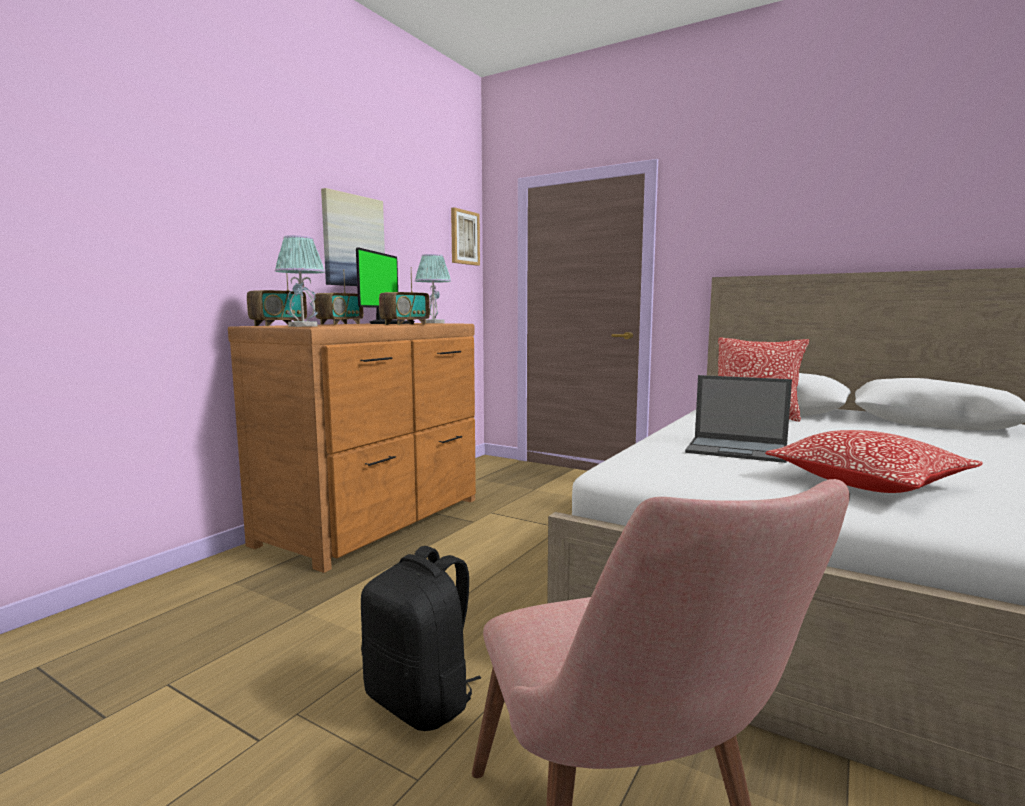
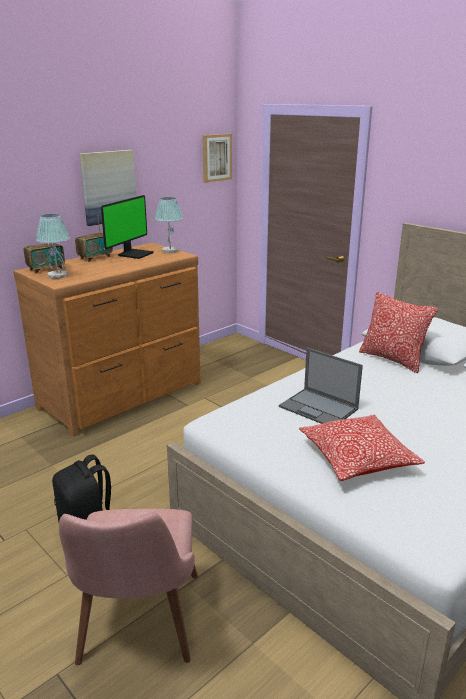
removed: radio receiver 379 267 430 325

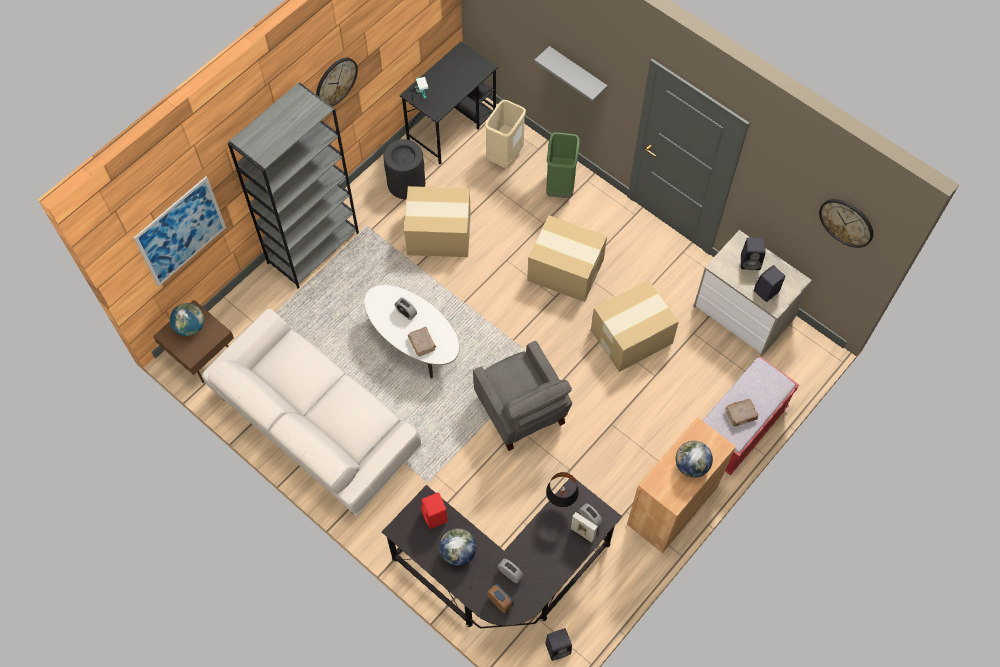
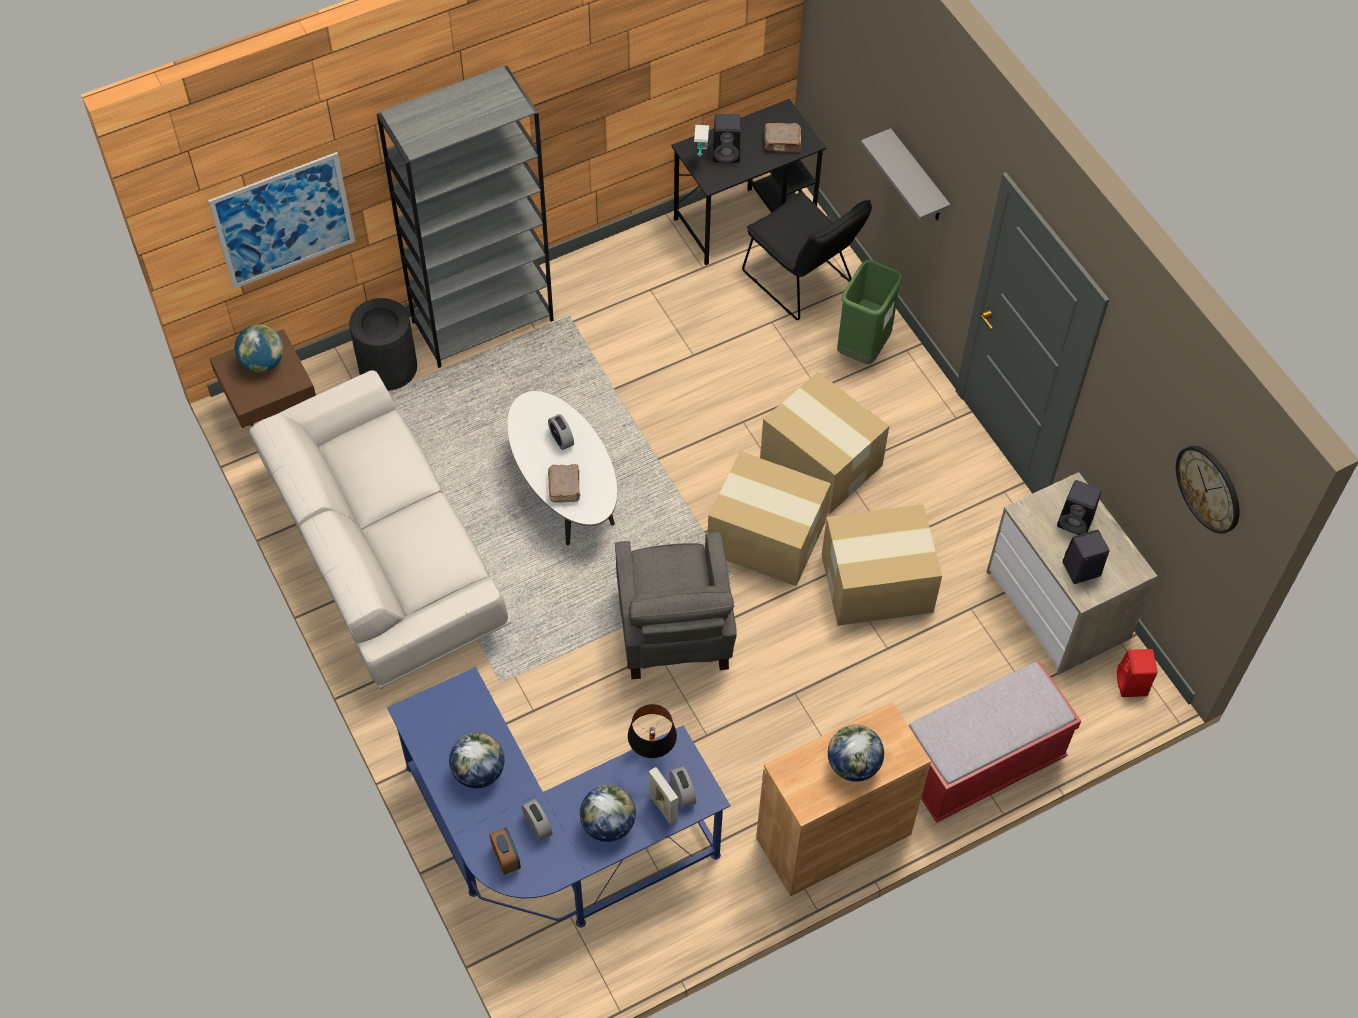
removed: clock on the wall 316 58 358 106
added: desk globe 580 785 636 842
moved: black-coloured trash can 384 139 425 199 to 349 298 417 391; carton 404 186 471 257 to 708 451 831 586; brownish bound book 726 399 759 427 to 765 123 801 152; red speaker 421 492 448 529 to 1117 649 1157 697; black-coloured speaker 545 628 572 661 to 713 114 740 163
replaced: sand-coloured trash can 485 100 526 168 to black-coloured plain chair 742 192 872 320
recoloured: black-coloured desk 382 478 622 628 to bluish desk 387 667 731 928

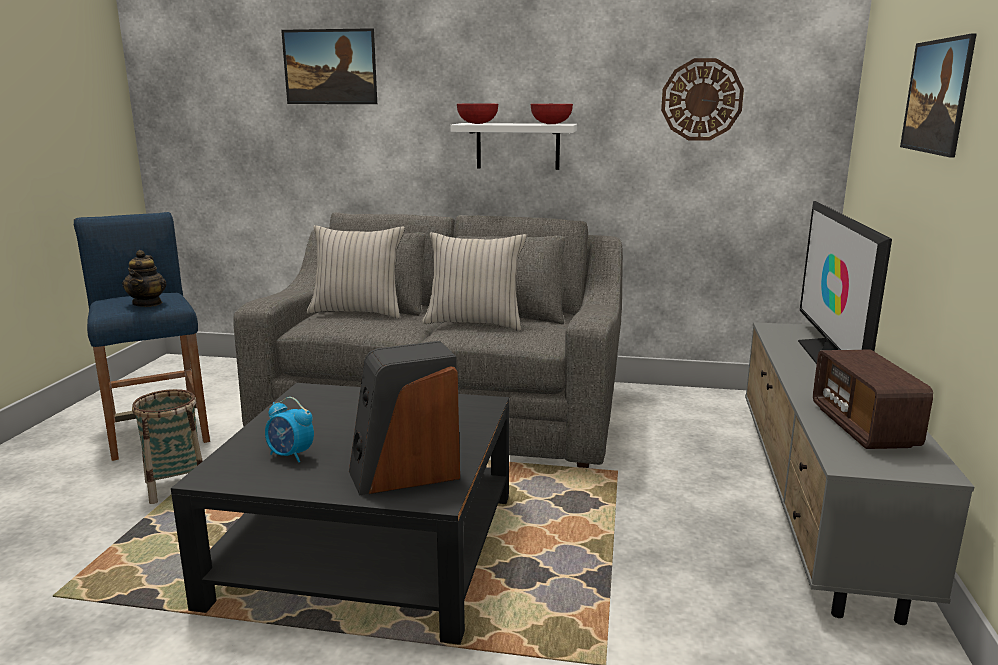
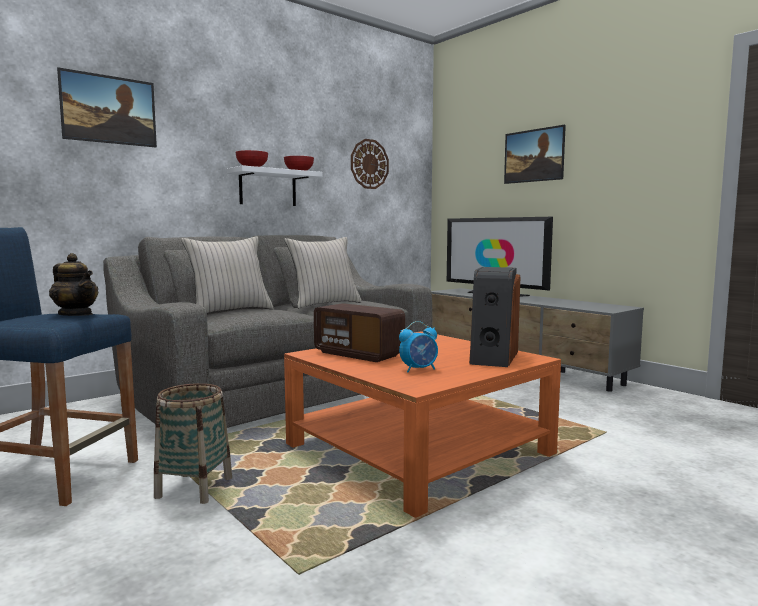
moved: radio receiver 813 350 933 449 to 314 303 405 362
recoloured: black-coloured coffee table 171 383 509 645 to orangey coffee table 284 331 561 518

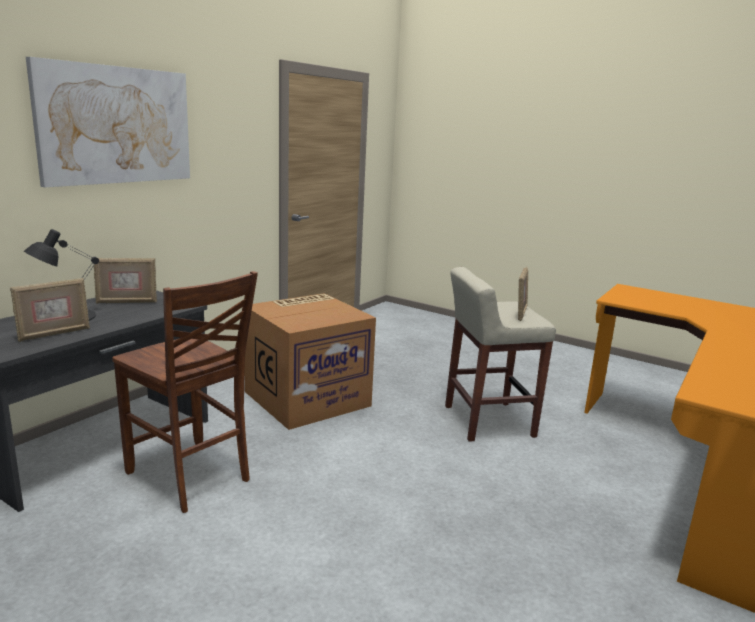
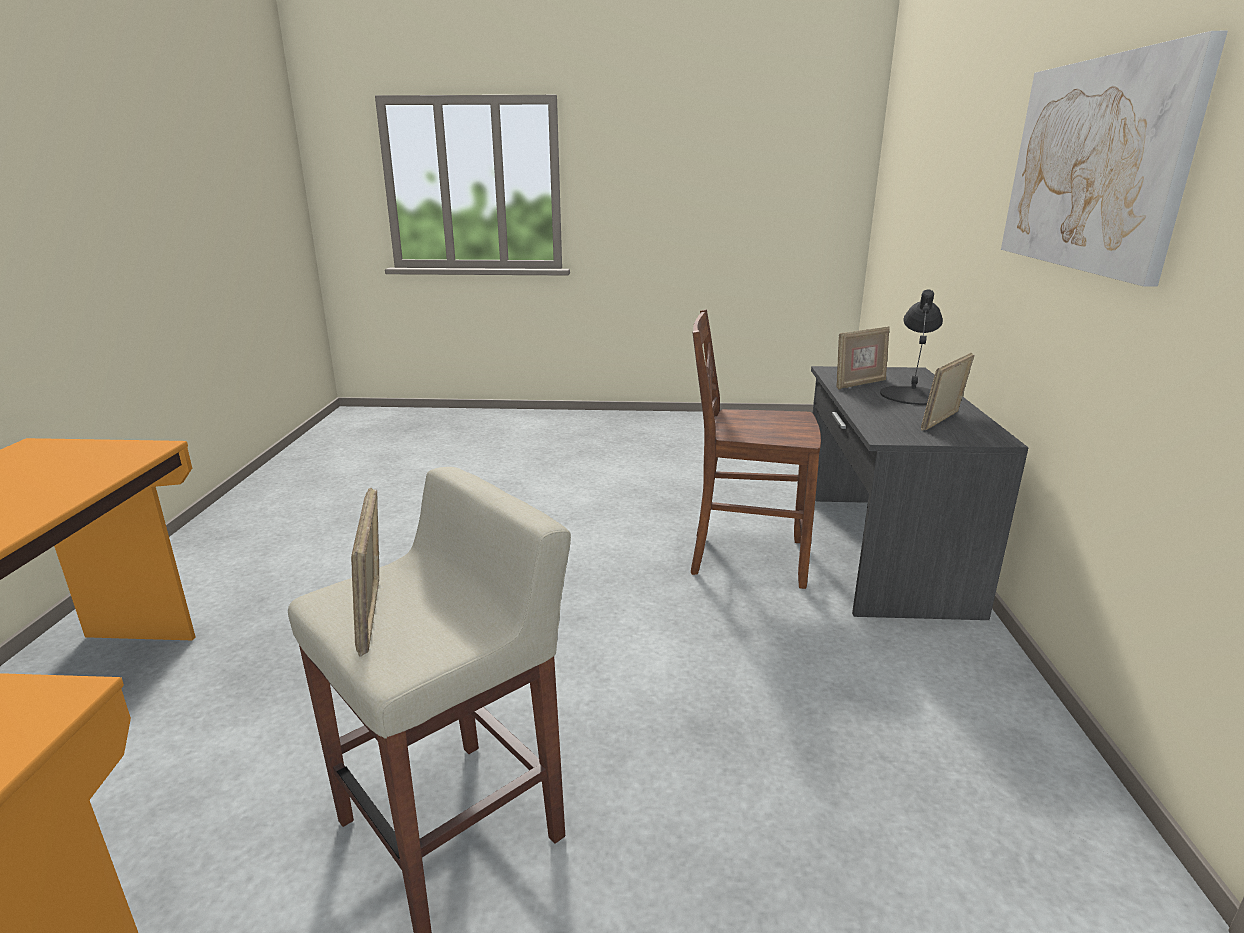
removed: carton 245 293 376 430
turned: photo frame 10 278 90 342 = 836 326 890 390 135 degrees counterclockwise

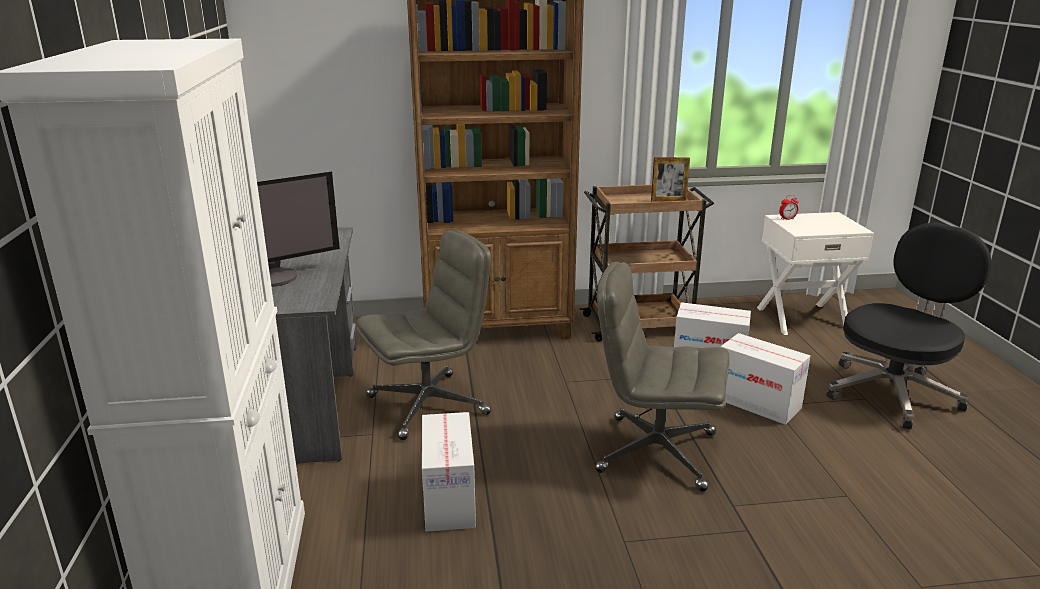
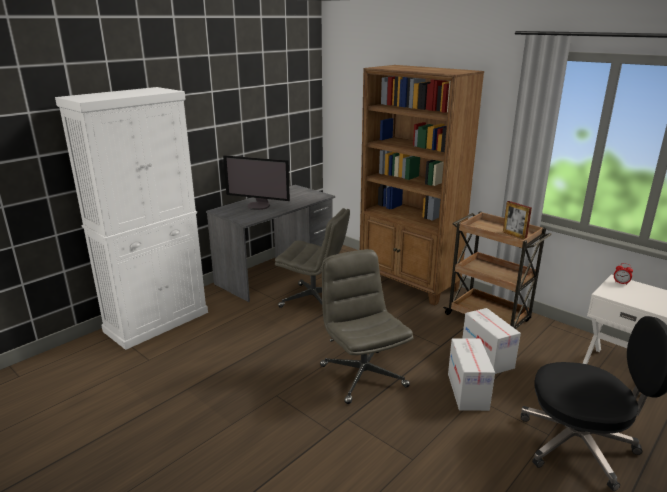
removed: carton 422 412 476 532

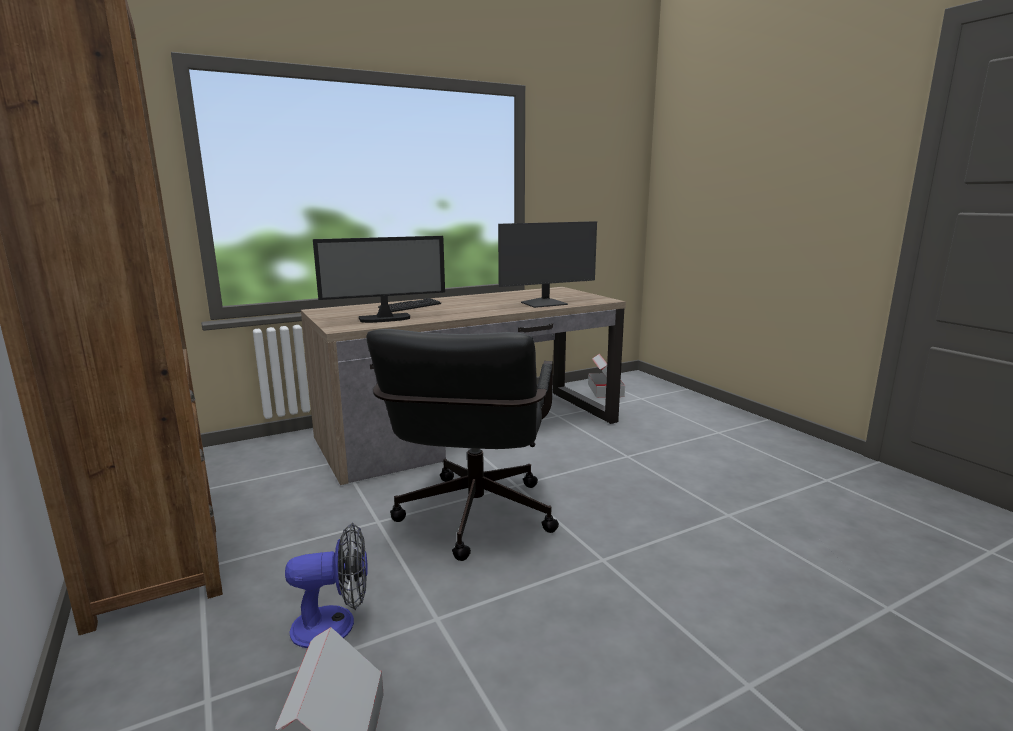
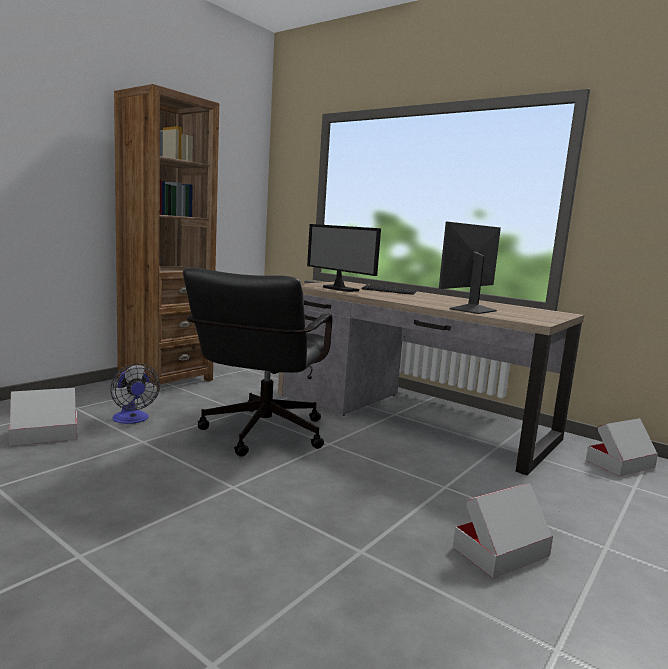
added: carton 453 483 553 578
turned: monitor 498 221 597 308 = 439 222 501 314 90 degrees clockwise; black-coloured desk chair 366 329 559 561 = 183 268 332 457 60 degrees counterclockwise

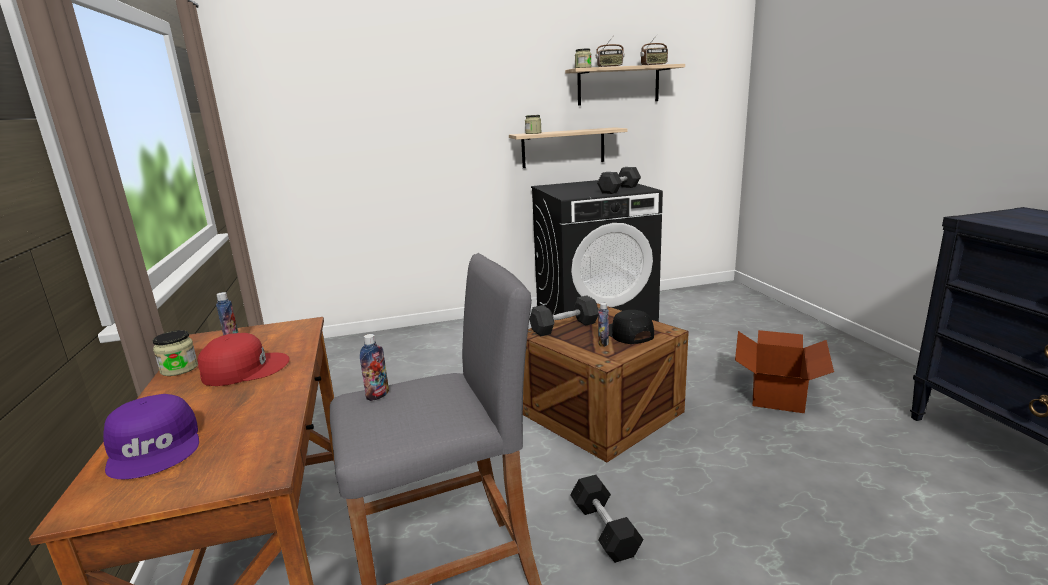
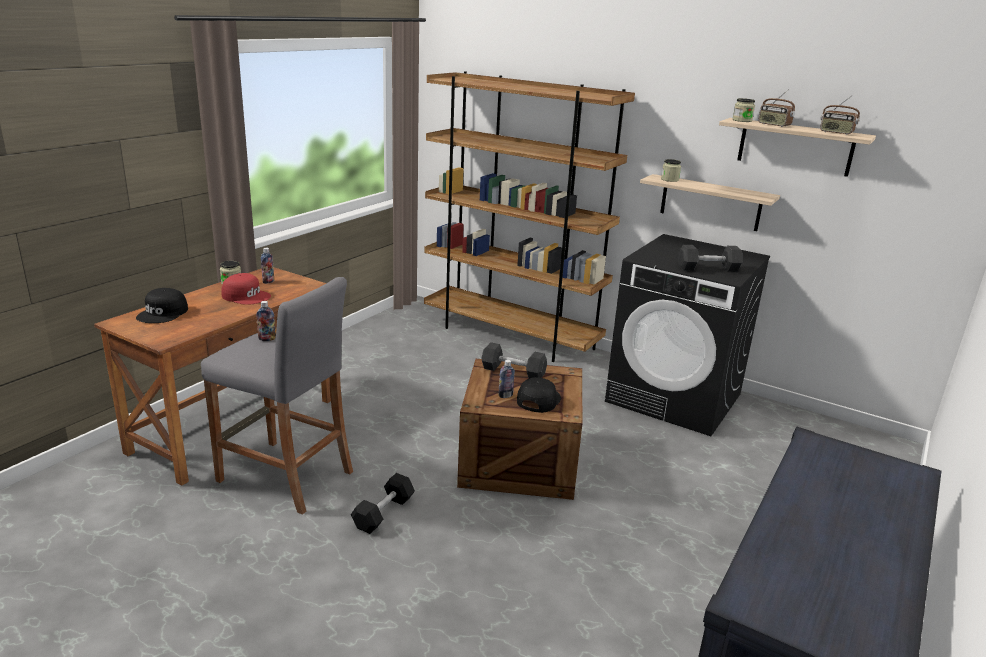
removed: carton 735 330 834 413
added: brownish shelving unit 424 71 635 362
recoloured: purplish peaked cap 103 394 199 479 to black-coloured peaked cap 136 288 188 323

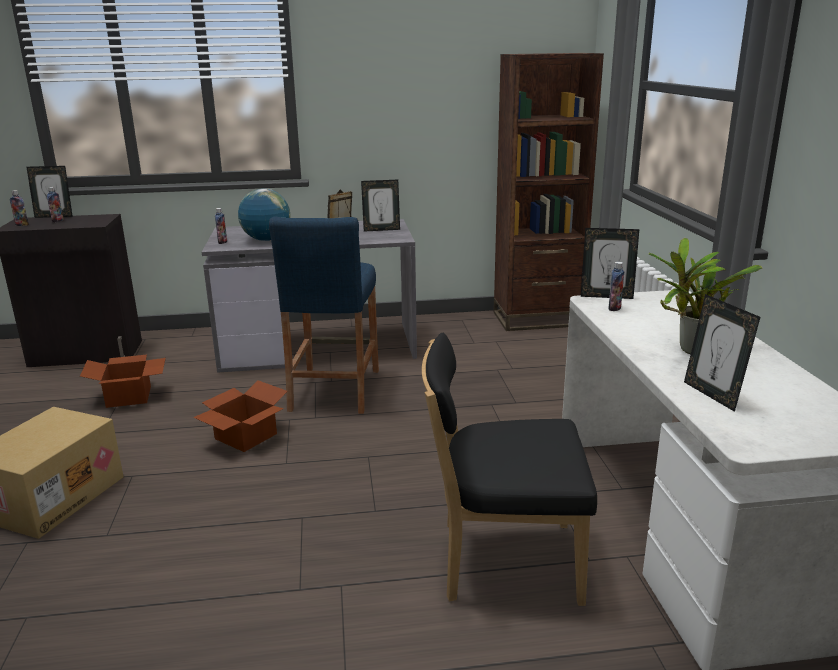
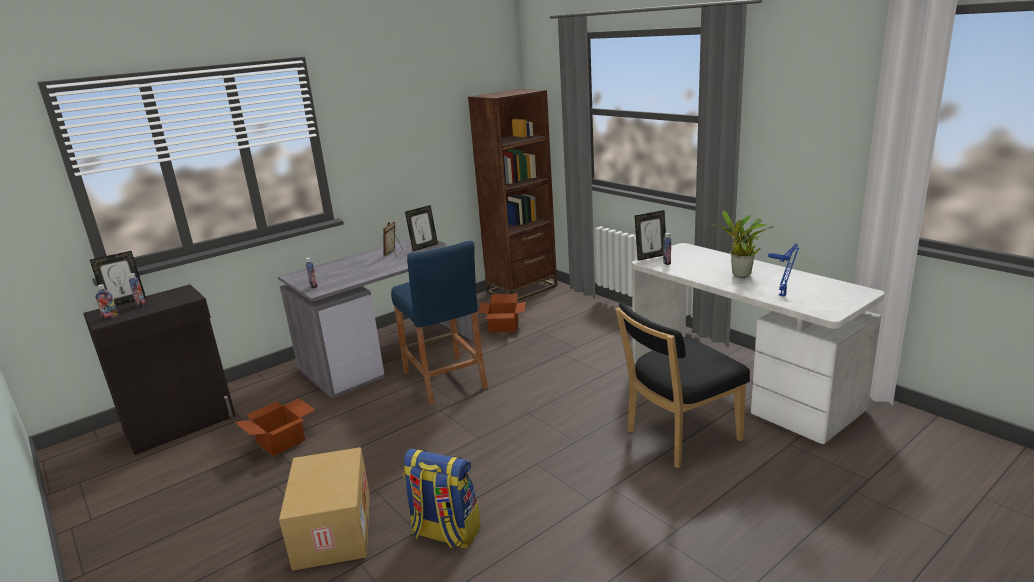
removed: desk globe 238 189 290 241
added: rucksack 403 448 480 549
moved: carton 193 380 287 452 to 478 294 526 333
replaced: photo frame 684 294 760 412 to bluish lamp for a table 768 244 799 297

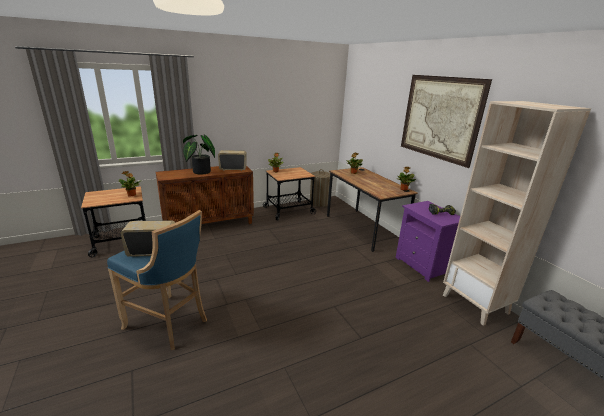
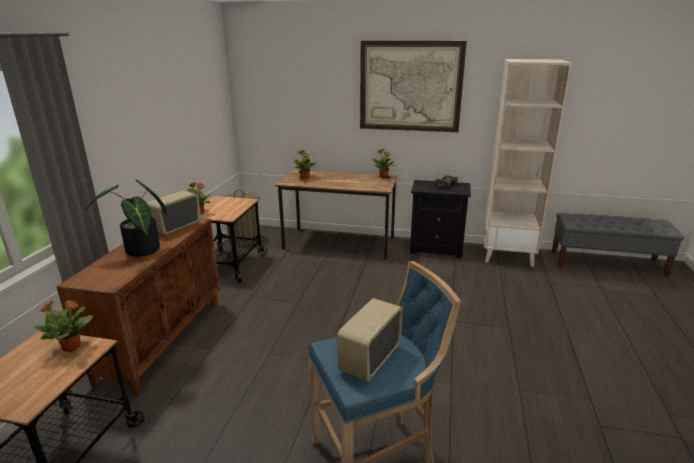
recoloured: purplish night table 396 201 460 282 to black-coloured night table 410 180 471 258

